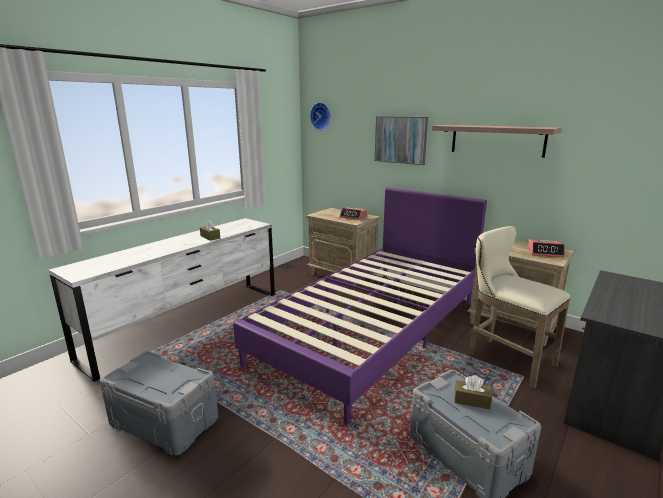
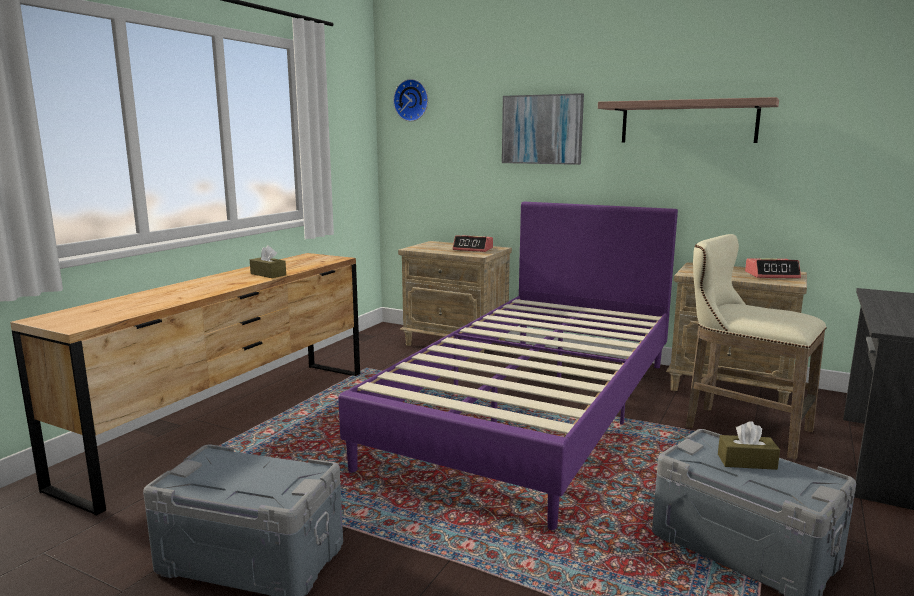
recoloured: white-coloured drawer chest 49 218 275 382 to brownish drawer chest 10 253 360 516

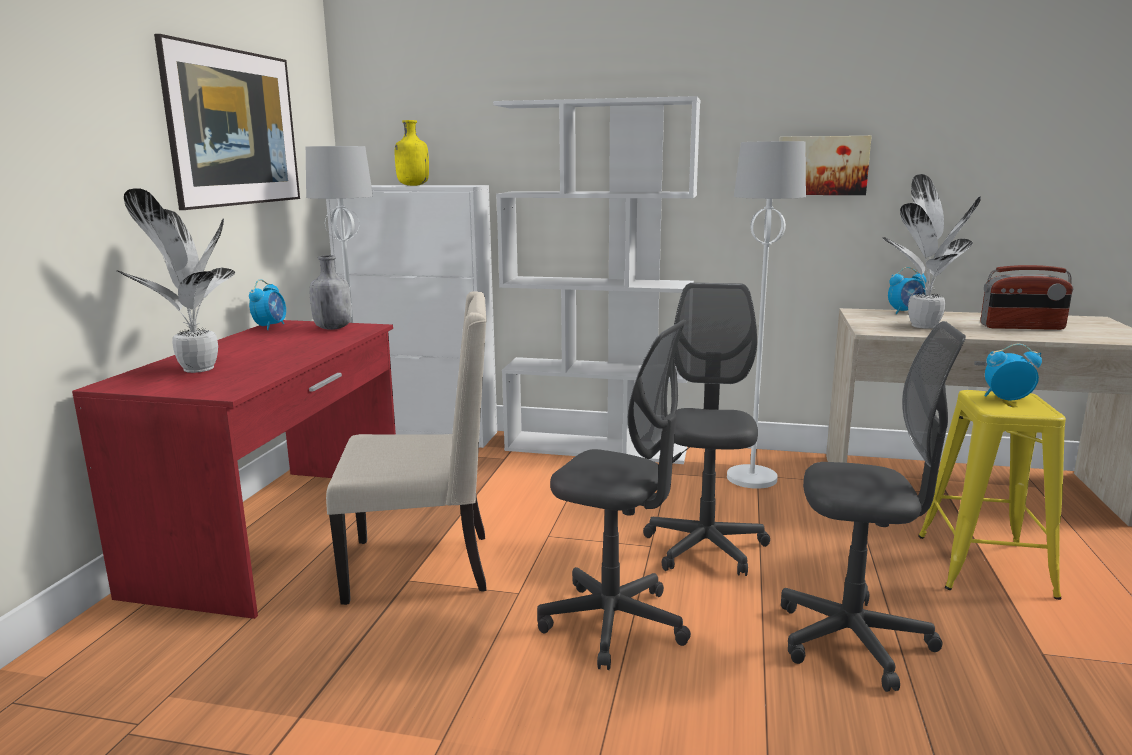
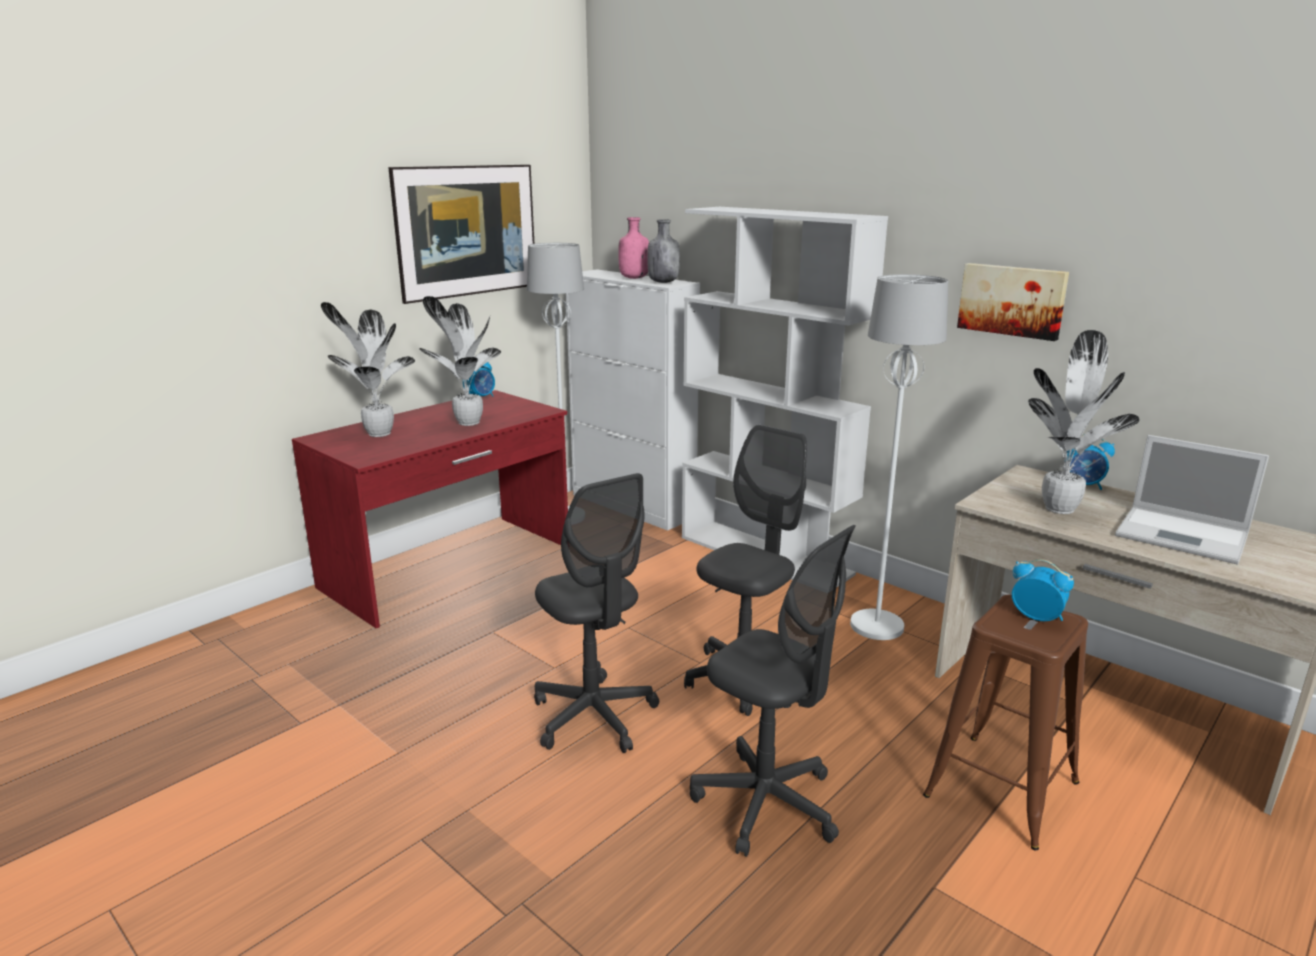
removed: sand-coloured plain chair 326 291 487 605
added: houseplant 419 296 501 426
moved: grey drink bottle 310 255 351 330 to 647 219 680 283
replaced: radio receiver 981 265 1073 330 to laptop 1115 435 1269 565
recoloured: yellowish drink bottle 395 120 429 186 to pink-coloured drink bottle 618 217 649 279; yellowish stool 918 390 1066 600 to brownish stool 923 595 1088 850

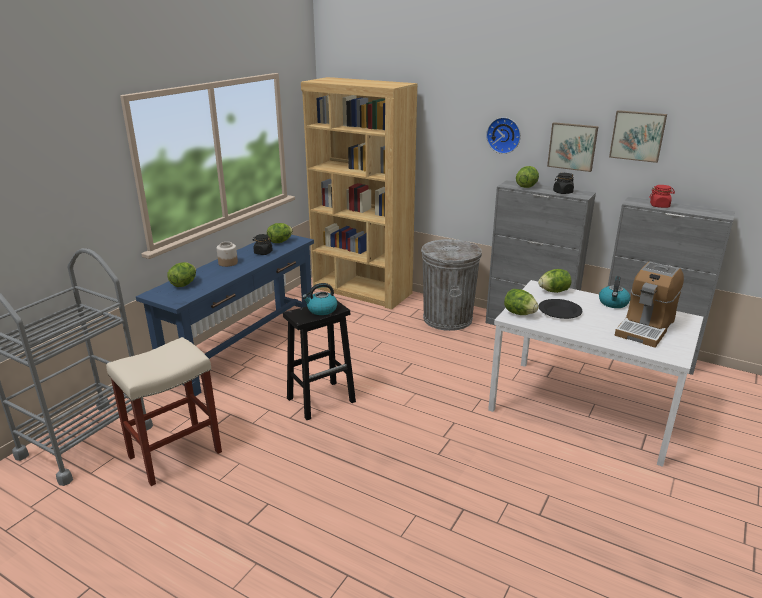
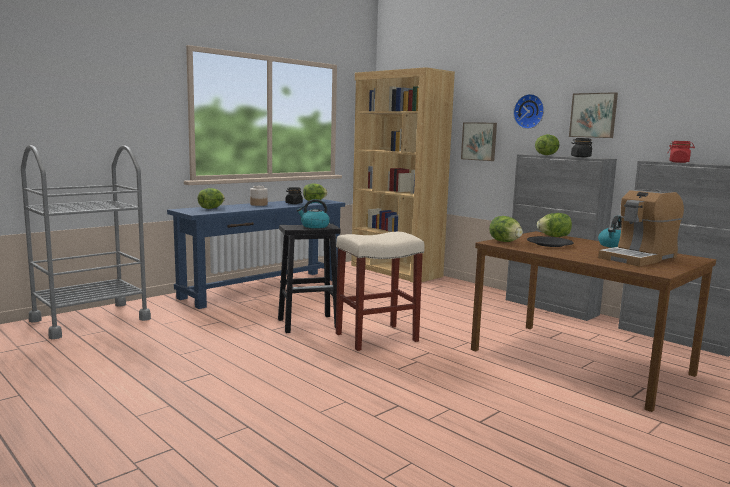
removed: grey trash can 421 239 482 331
moved: wall picture 609 110 667 163 to 461 122 497 161; sand-coloured stool 106 337 222 486 to 336 232 425 351
recoloured: white-coloured dinner table 488 280 704 467 to brownish dinner table 471 231 716 412

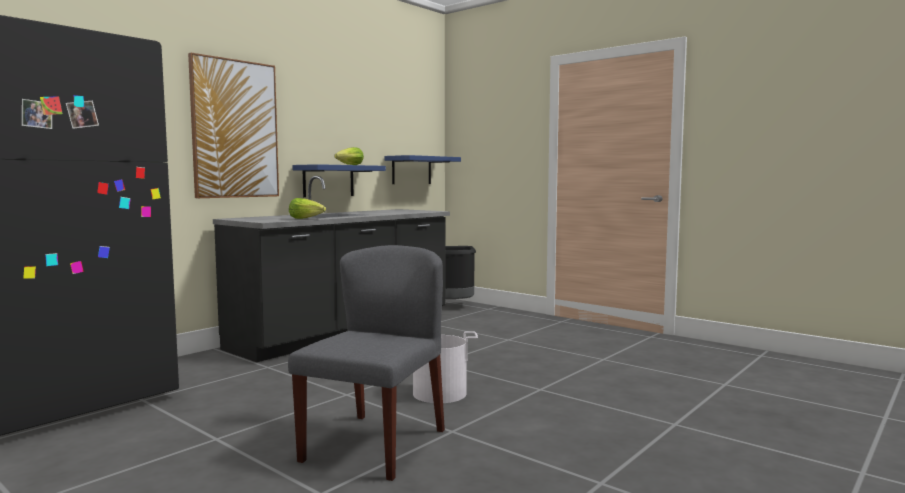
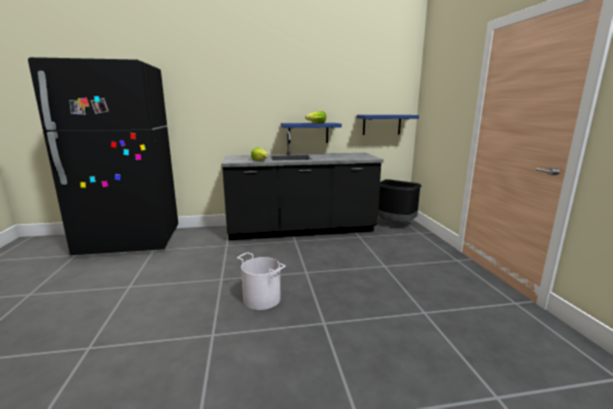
removed: wall picture 188 53 279 198; grey plain chair 288 245 445 481

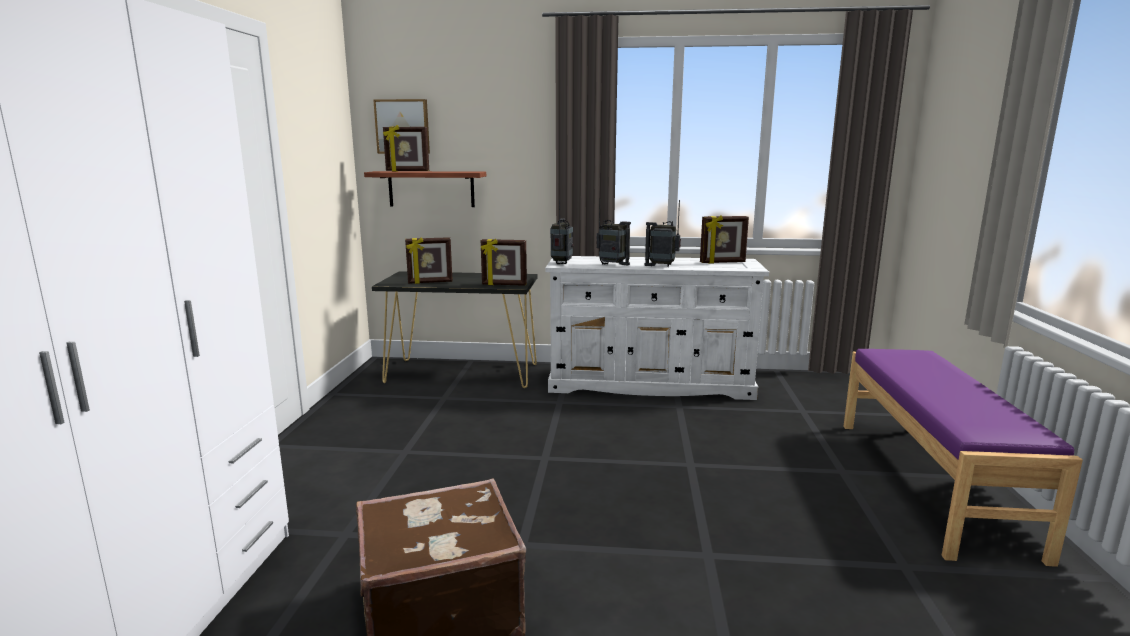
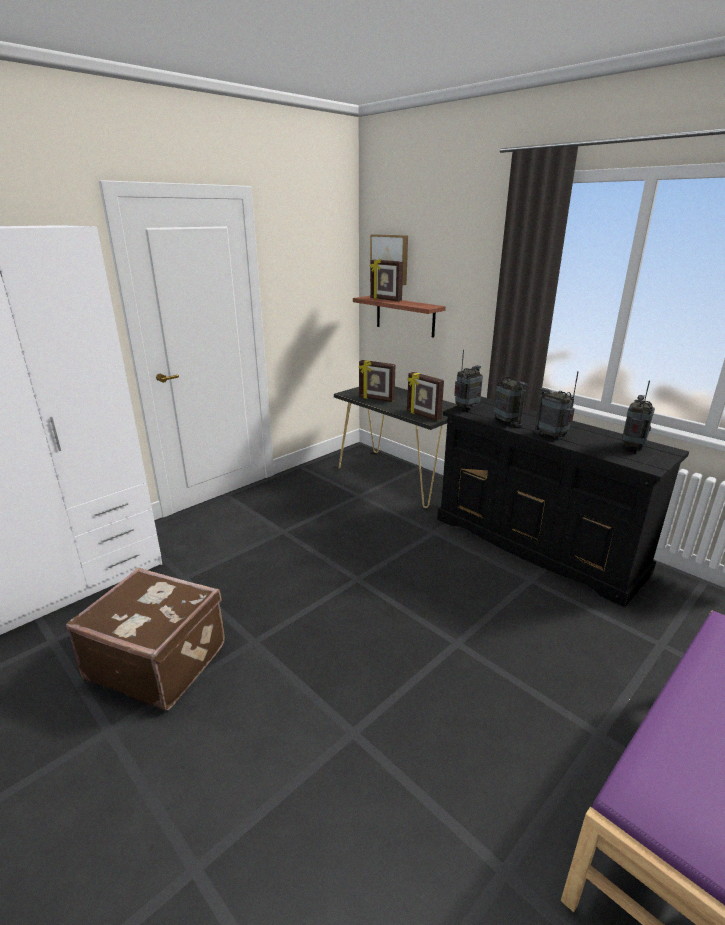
replaced: photo frame 700 215 749 264 to radio receiver 622 380 655 451
recoloured: white-coloured drawer chest 545 256 769 400 to black-coloured drawer chest 437 397 689 608

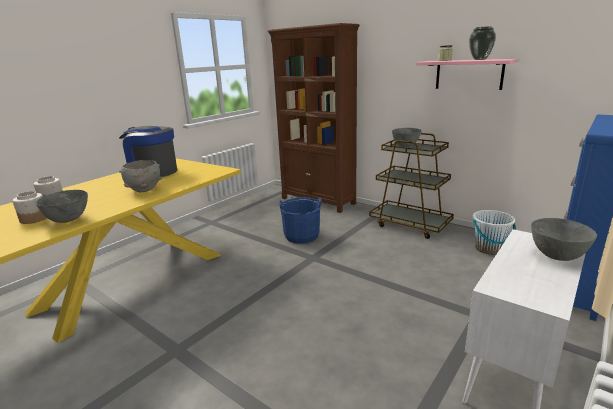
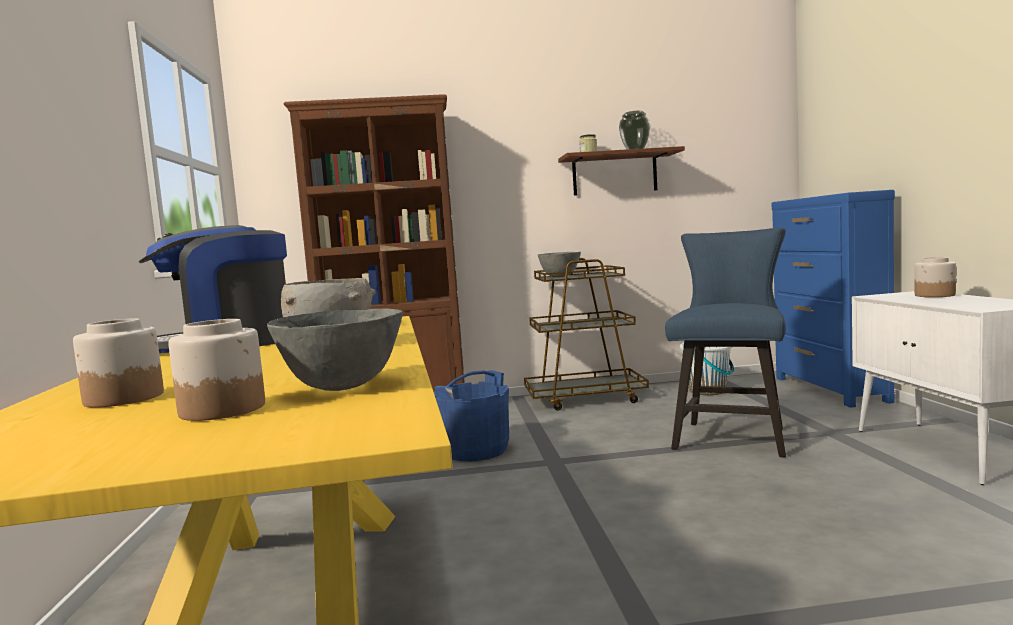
added: bluish plain chair 665 227 786 457
replaced: grey bowl 531 218 597 261 to storage jar 915 257 956 297
recoloured: pink-coloured bracket shelf 416 59 518 90 to brownish bracket shelf 558 146 685 196

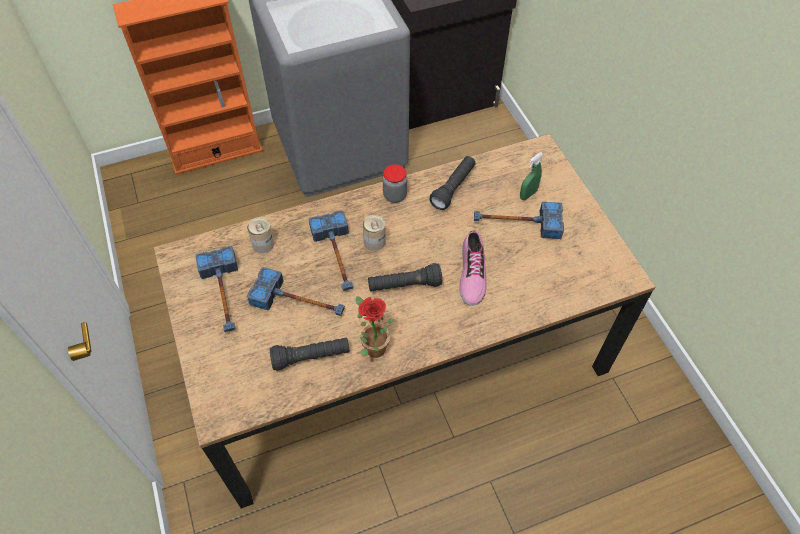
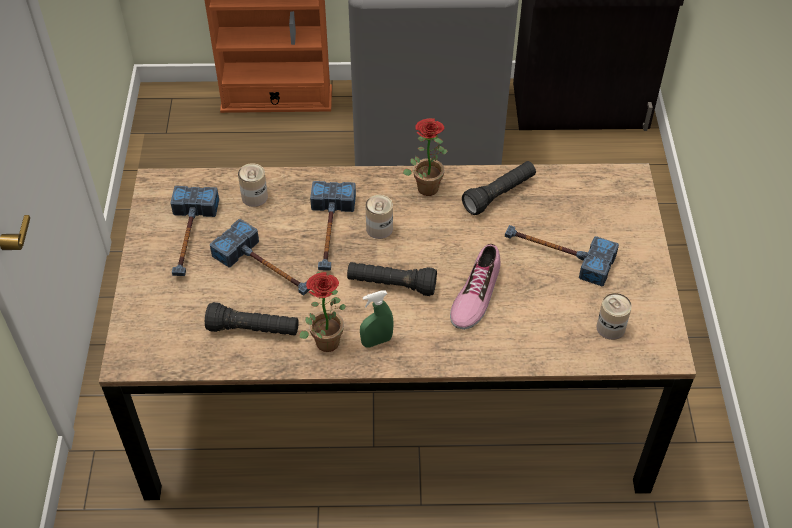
added: metal can 596 293 632 340
moved: green-coloured sprayer 520 152 543 200 to 360 291 394 348
replaced: storage jar 382 164 407 203 to houseplant 403 118 448 196

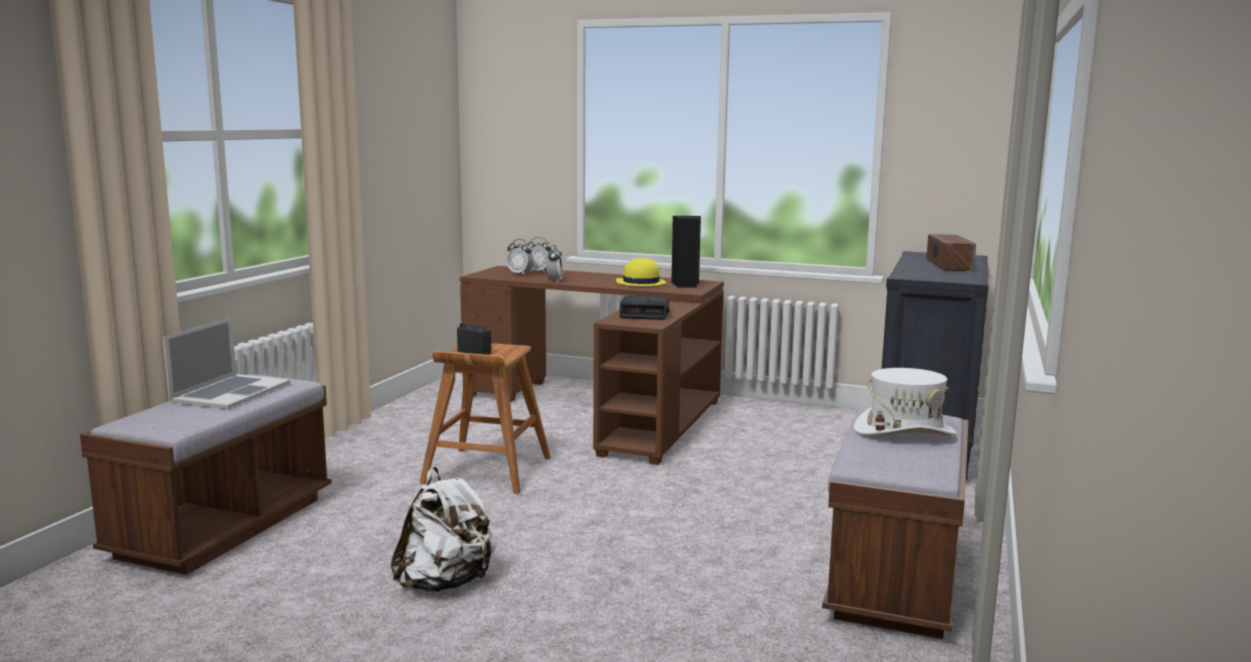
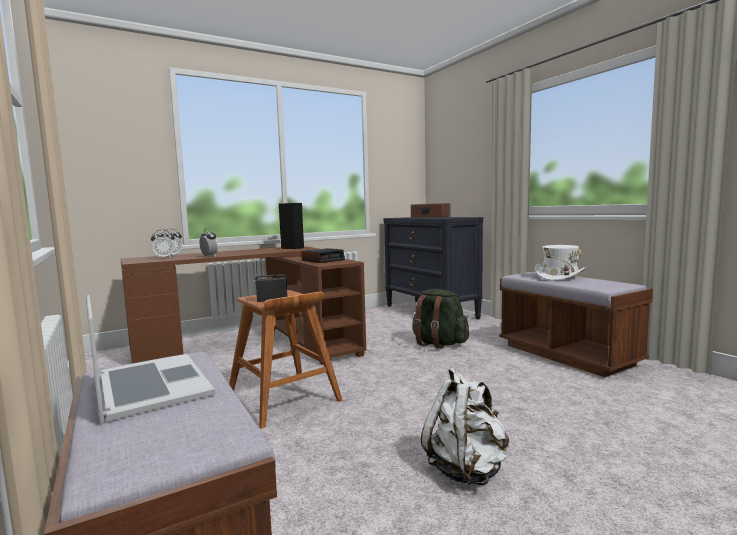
removed: yellowish clothing hat 616 258 666 286
added: green-coloured rucksack 413 289 469 349

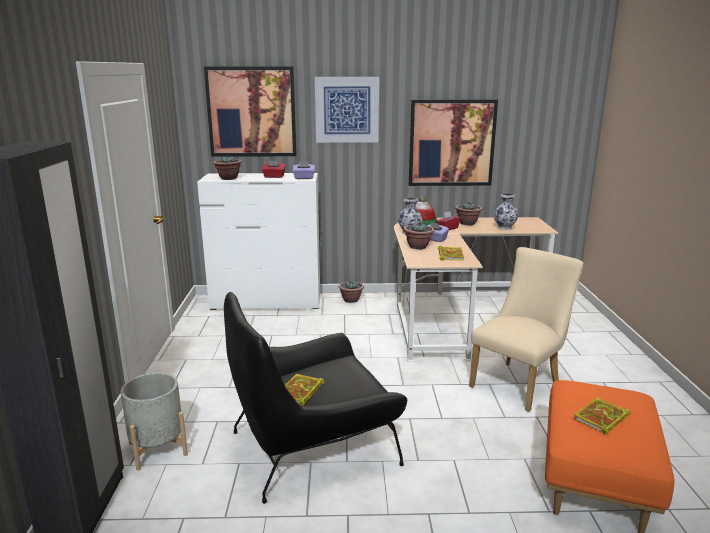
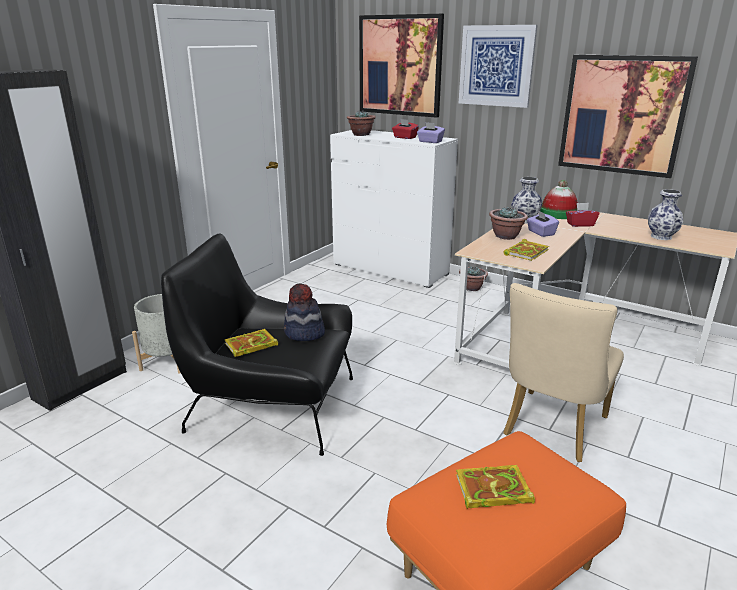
removed: houseplant 455 202 482 225
added: clothing hat 284 284 325 341
turned: sand-coloured plain chair 469 247 583 412 = 503 283 624 462 135 degrees clockwise

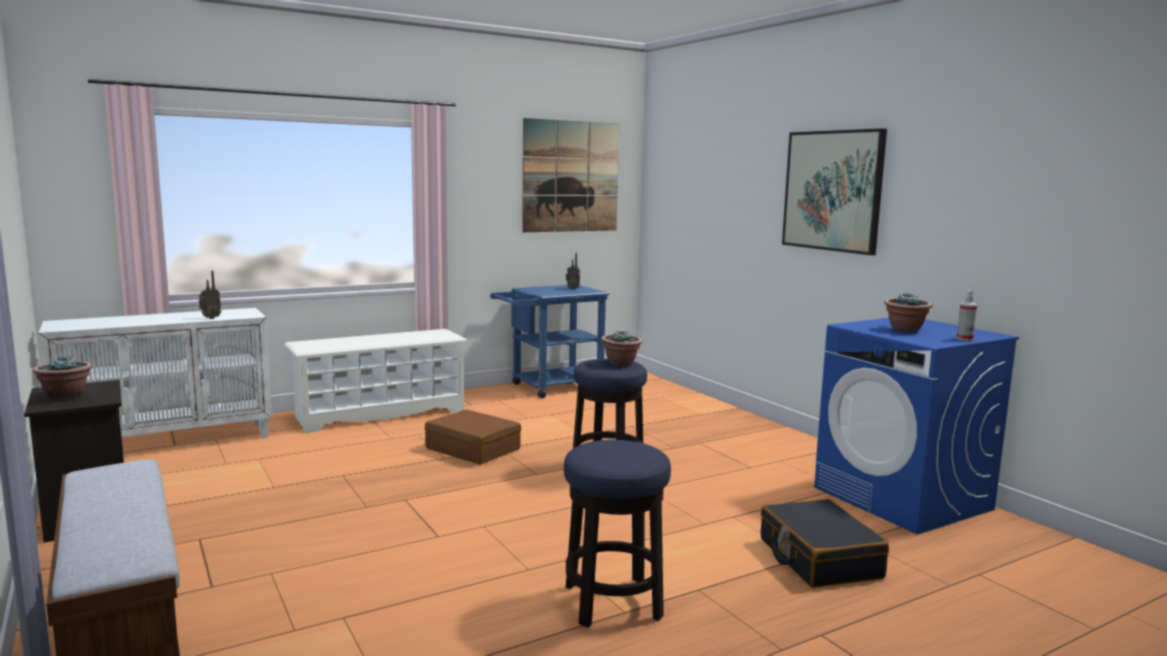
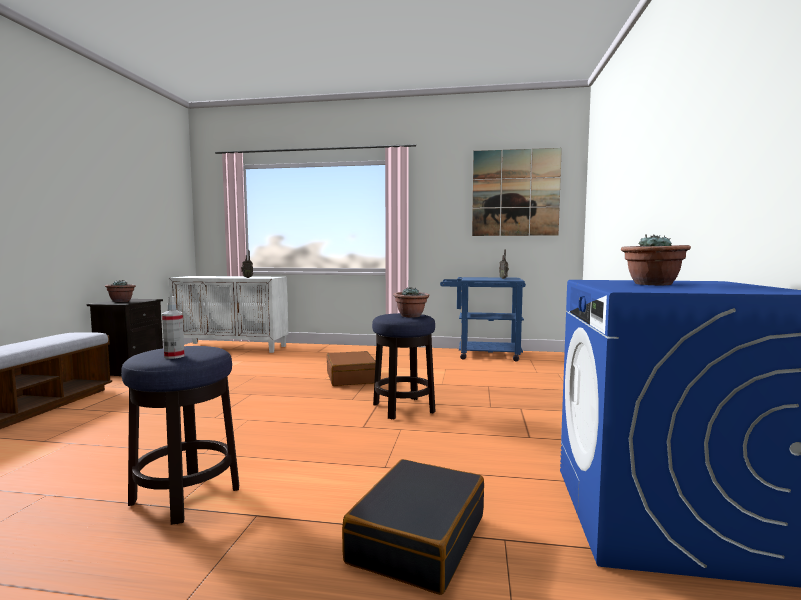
removed: wall picture 782 128 887 255; white-coloured shoe shelf 284 329 467 433
moved: sprayer 956 290 977 341 to 162 296 185 359

